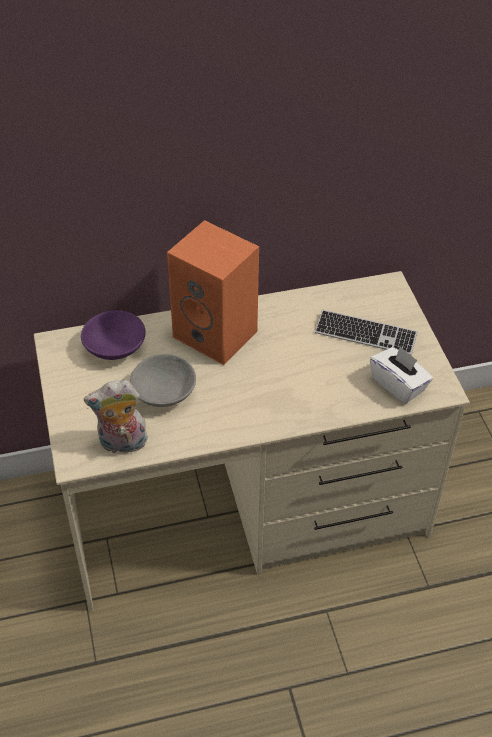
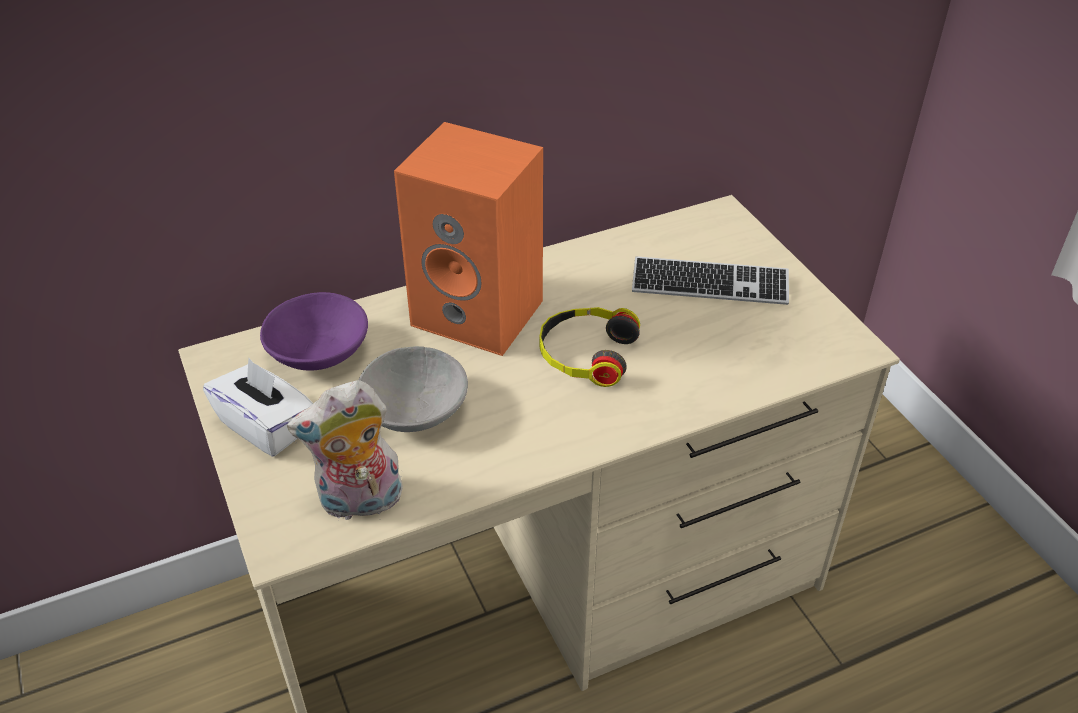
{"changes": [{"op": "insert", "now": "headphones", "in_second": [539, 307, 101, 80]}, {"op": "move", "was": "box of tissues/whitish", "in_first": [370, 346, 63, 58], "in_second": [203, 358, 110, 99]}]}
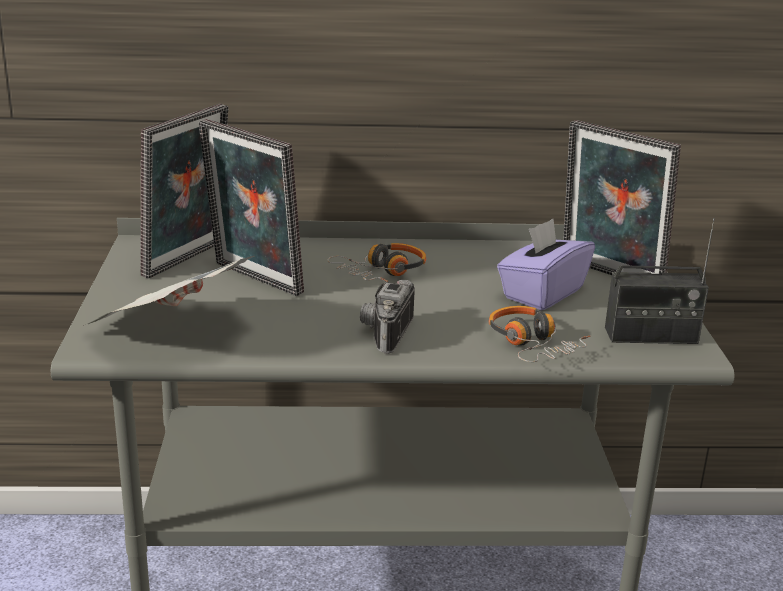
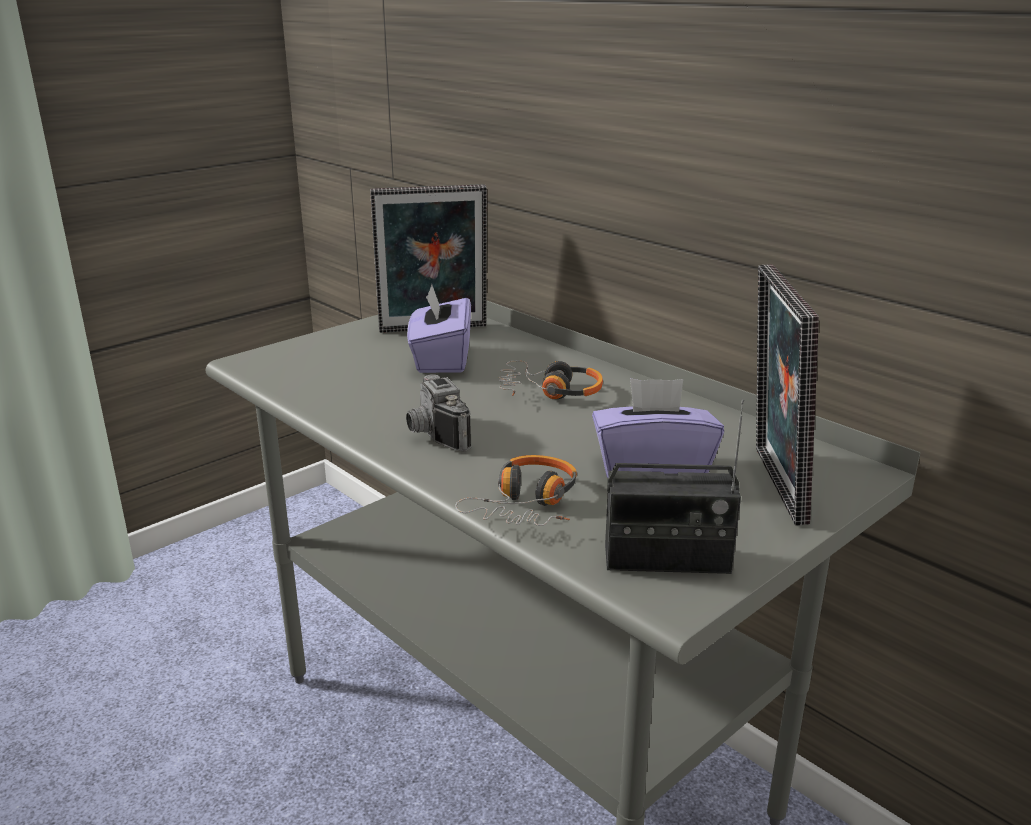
{"changes": [{"op": "delete", "was": "newspaper", "in_first": [83, 256, 172, 70]}, {"op": "replace", "was": "standing frame", "now": "box of tissues/purple", "in_first": [198, 119, 106, 177], "in_second": [407, 284, 64, 89]}, {"op": "rotate", "was": "still camera", "in_first": [360, 280, 55, 74], "in_second": [406, 374, 66, 78], "clockwise": -90}, {"op": "rotate", "was": "radio", "in_first": [605, 218, 110, 126], "in_second": [605, 399, 139, 175], "clockwise": -45}]}
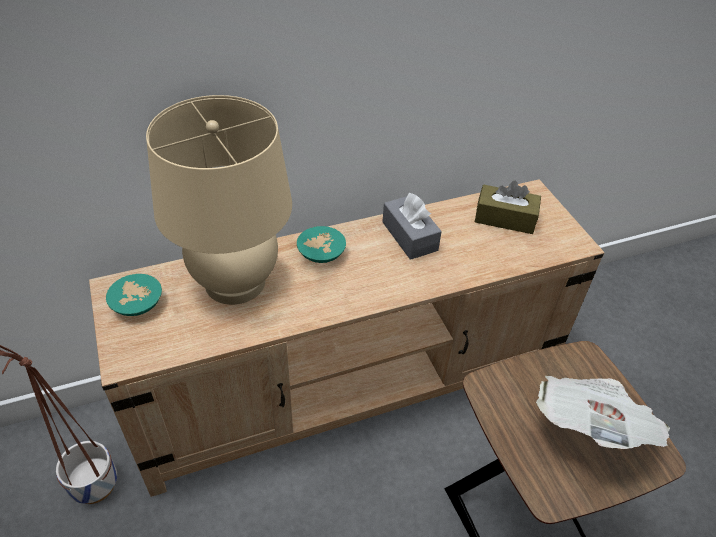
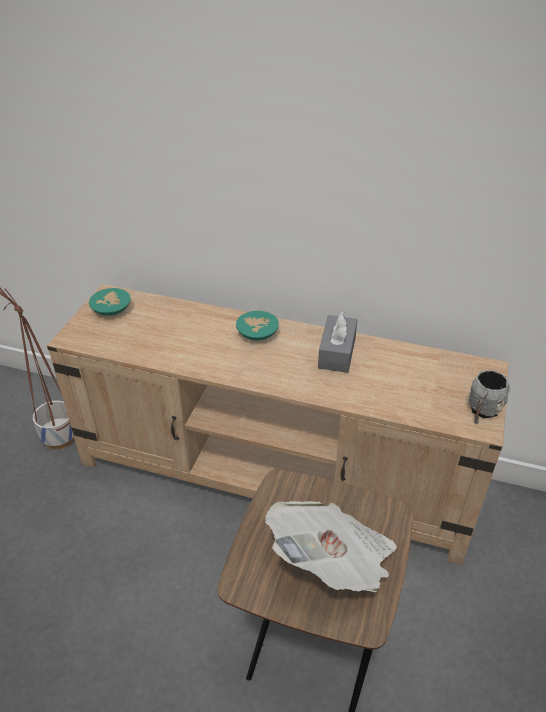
{"changes": [{"op": "delete", "was": "tabletop lamp/beige", "in_first": [146, 95, 146, 210]}, {"op": "delete", "was": "box of tissues/brownish", "in_first": [475, 181, 66, 53]}, {"op": "insert", "now": "mug/gray", "in_second": [468, 370, 42, 54]}]}
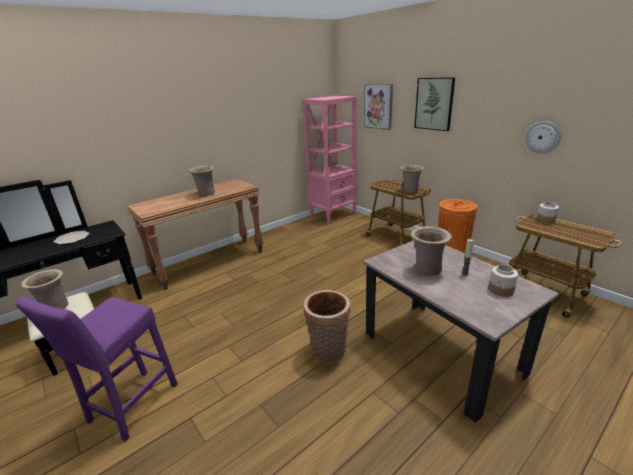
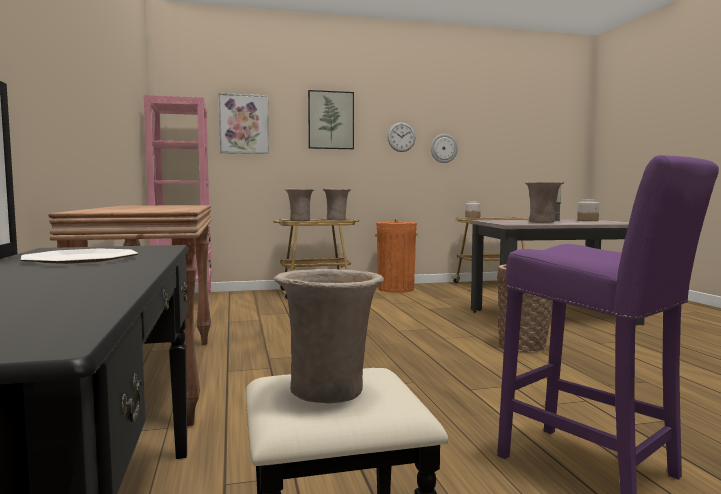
{"changes": [{"op": "insert", "now": "wall clock", "in_second": [387, 122, 29, 30]}, {"op": "move", "was": "flower vase/beige", "in_first": [189, 166, 26, 30], "in_second": [285, 188, 30, 33]}]}
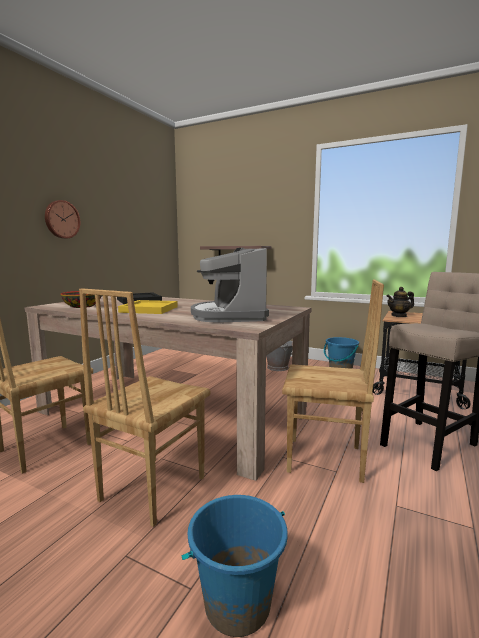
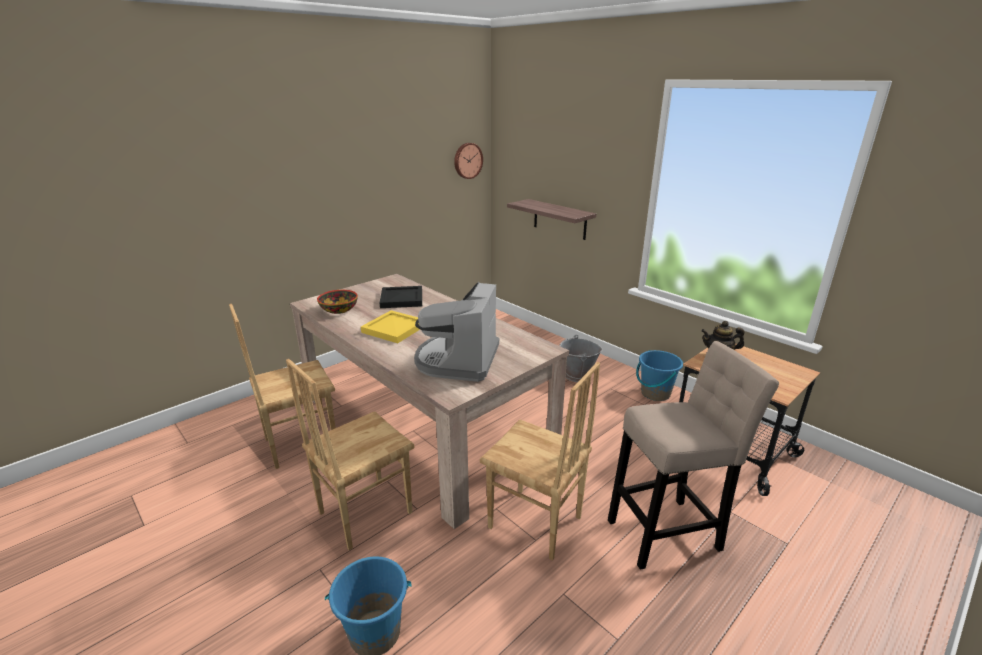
{"changes": [{"op": "move", "was": "wall clock", "in_first": [45, 200, 35, 39], "in_second": [454, 143, 29, 36]}]}
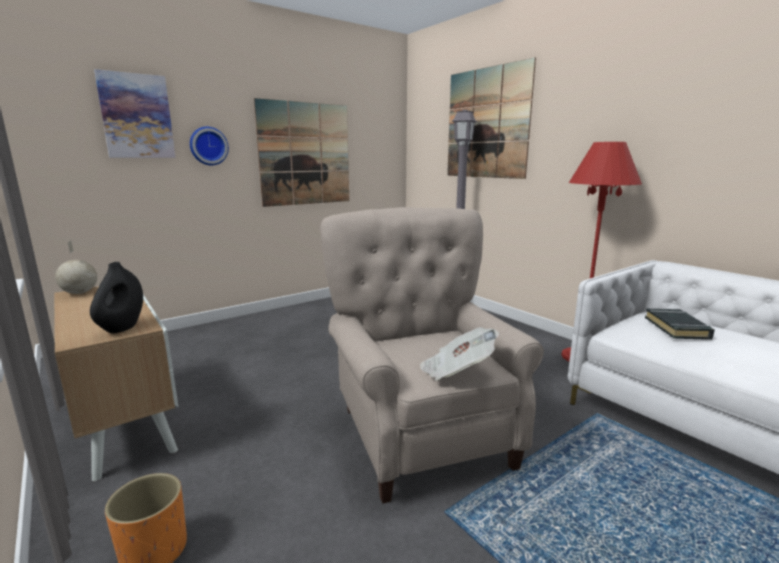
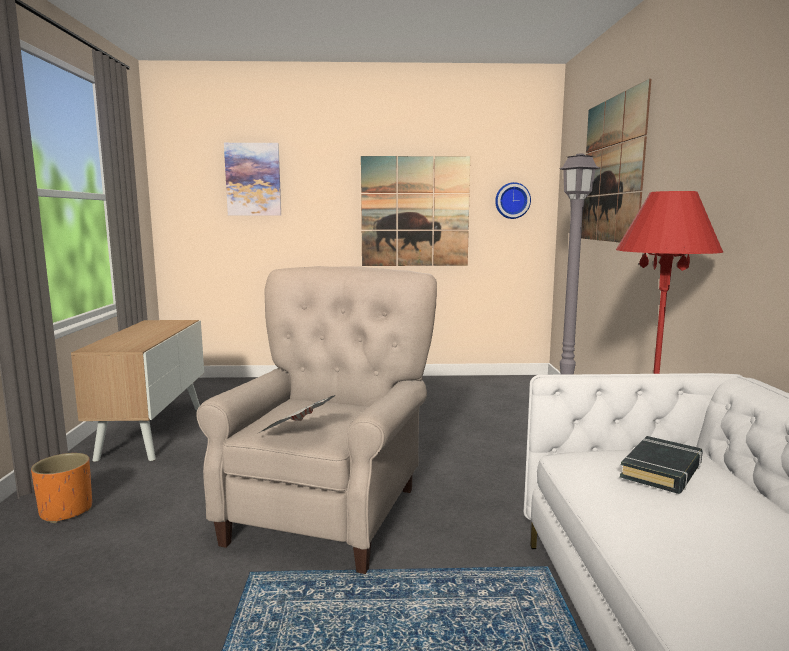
{"changes": [{"op": "delete", "was": "desk globe", "in_first": [55, 241, 42, 53]}, {"op": "delete", "was": "flower vase/black-coloured", "in_first": [90, 262, 53, 71]}, {"op": "move", "was": "wall clock", "in_first": [190, 127, 39, 38], "in_second": [495, 182, 36, 37]}]}
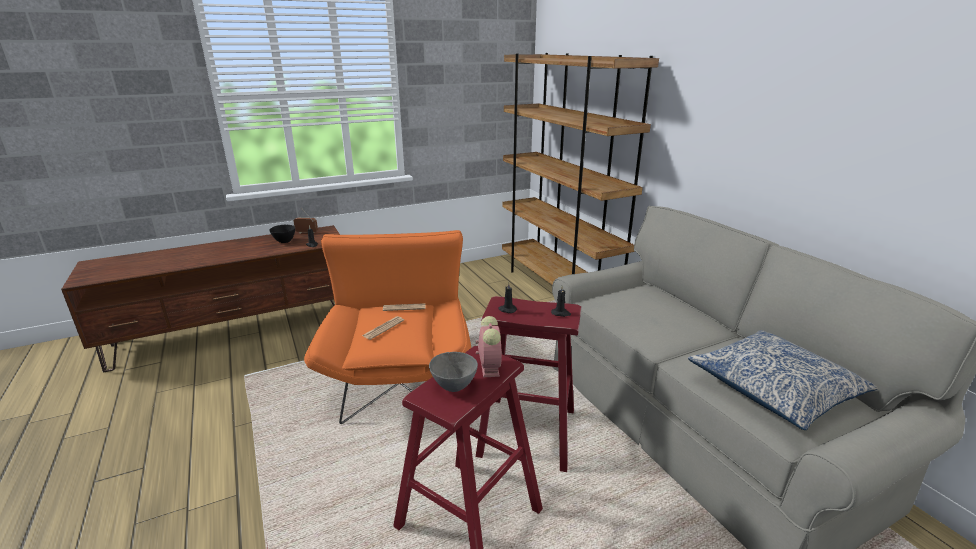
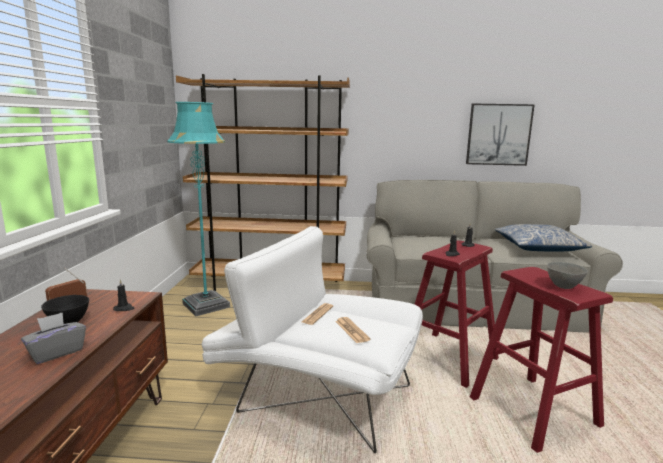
{"changes": [{"op": "delete", "was": "bedside clock", "in_first": [476, 316, 26, 62]}, {"op": "insert", "now": "box of tissues/gray", "in_second": [21, 312, 65, 52]}, {"op": "insert", "now": "standard lamp/turquoise", "in_second": [167, 102, 63, 214]}, {"op": "insert", "now": "picture", "in_second": [466, 104, 69, 62]}, {"op": "recolor", "was": "armchair/orangey", "now": "armchair/whitish", "in_first": [304, 230, 167, 194], "in_second": [201, 226, 222, 227]}]}
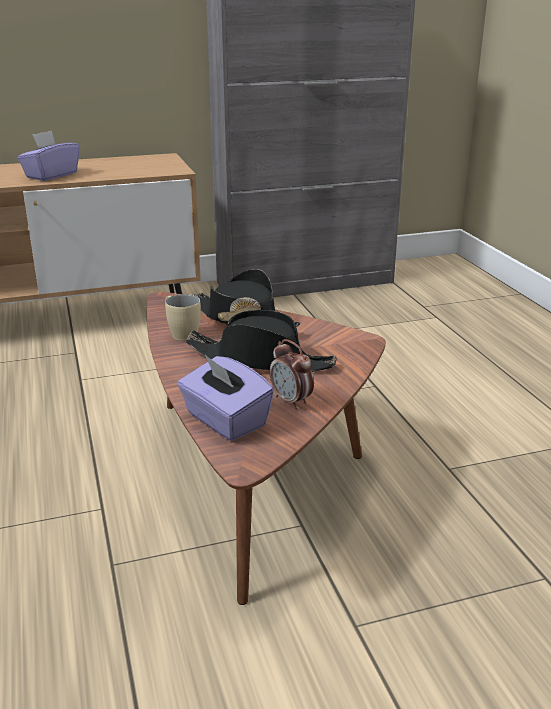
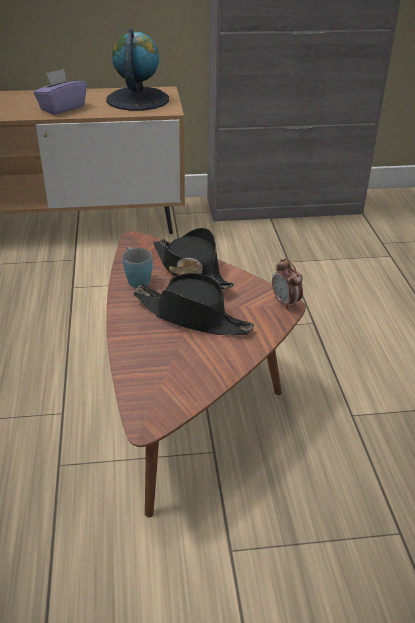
{"changes": [{"op": "delete", "was": "box of tissues/purple", "in_first": [177, 355, 97, 86]}, {"op": "insert", "now": "desk globe", "in_second": [106, 28, 63, 83]}, {"op": "move", "was": "bedside clock", "in_first": [270, 339, 44, 70], "in_second": [272, 259, 31, 51]}, {"op": "recolor", "was": "mug/beige", "now": "mug/blue-coloured", "in_first": [165, 294, 36, 47], "in_second": [123, 247, 30, 41]}]}
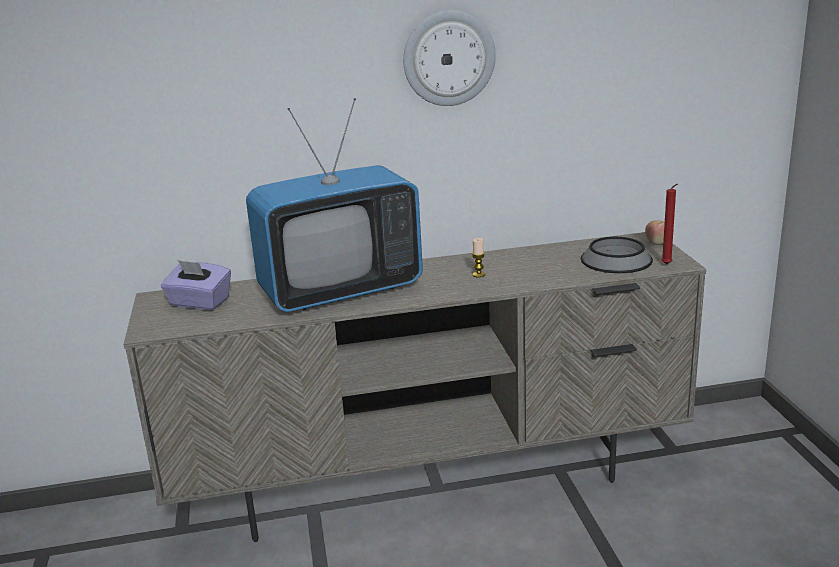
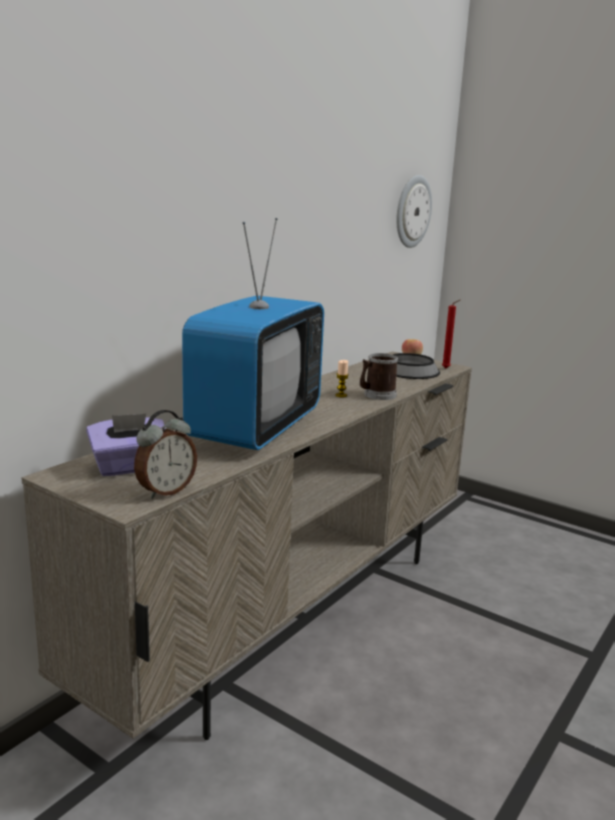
{"changes": [{"op": "insert", "now": "bedside clock", "in_second": [134, 410, 63, 89]}, {"op": "insert", "now": "mug", "in_second": [360, 353, 38, 47]}, {"op": "move", "was": "wall clock", "in_first": [403, 10, 93, 96], "in_second": [396, 175, 36, 73]}]}
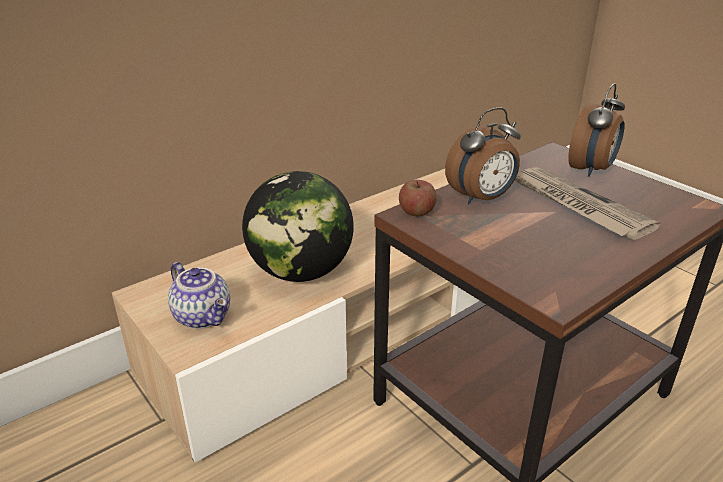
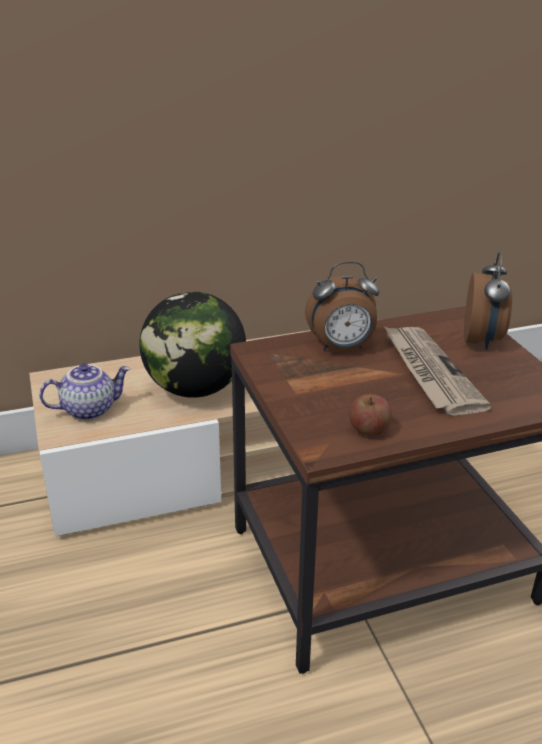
{"changes": [{"op": "move", "was": "apple", "in_first": [399, 180, 38, 36], "in_second": [349, 394, 43, 42]}, {"op": "rotate", "was": "tea pot", "in_first": [168, 262, 62, 67], "in_second": [39, 364, 92, 56], "clockwise": -90}, {"op": "rotate", "was": "bedside clock", "in_first": [568, 83, 57, 94], "in_second": [464, 252, 48, 98], "clockwise": -45}]}
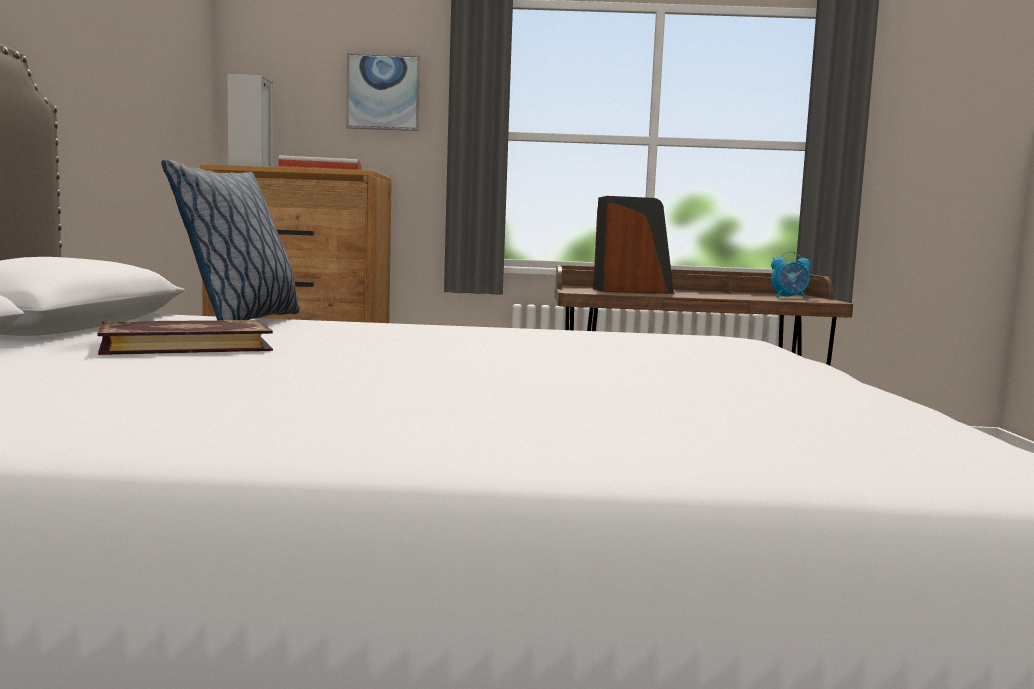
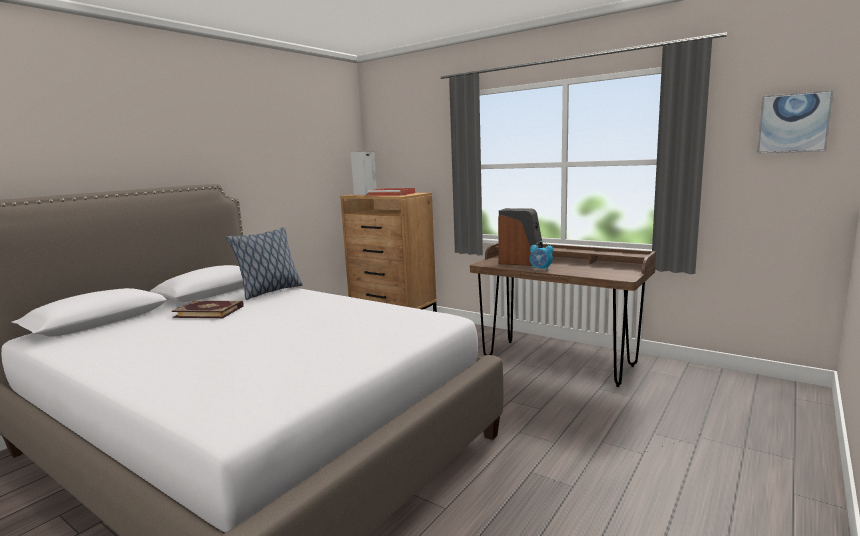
{"changes": [{"op": "move", "was": "picture", "in_first": [346, 53, 74, 78], "in_second": [757, 90, 77, 64]}, {"op": "move", "was": "bedside clock", "in_first": [771, 251, 40, 48], "in_second": [530, 241, 24, 30]}]}
